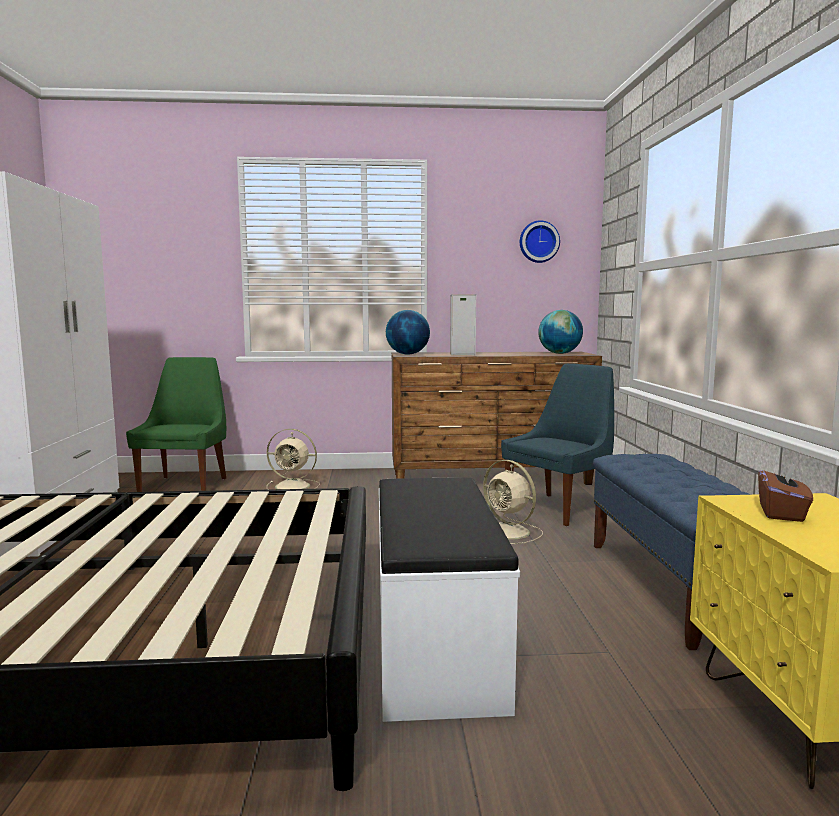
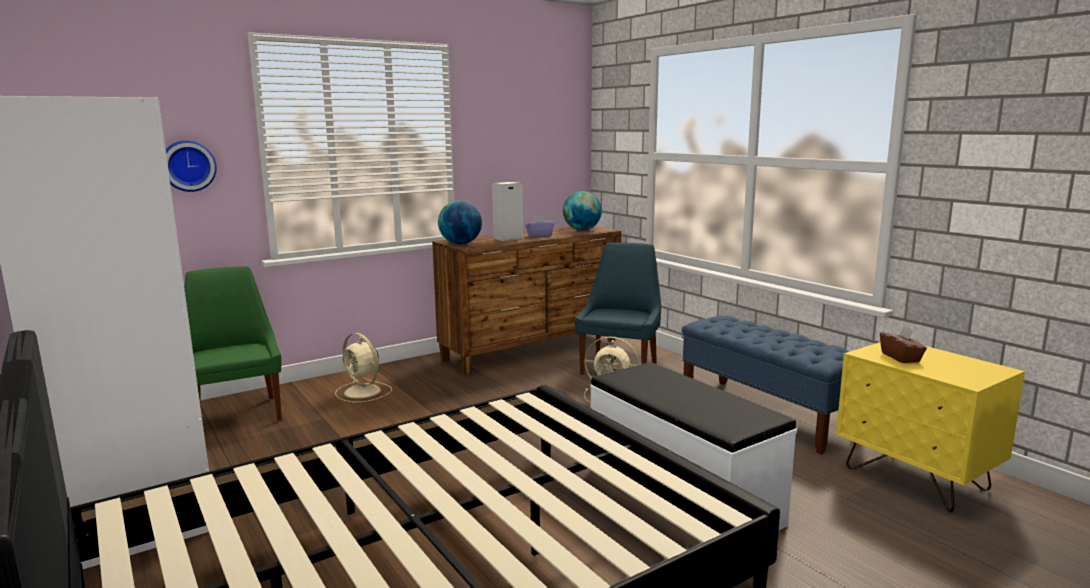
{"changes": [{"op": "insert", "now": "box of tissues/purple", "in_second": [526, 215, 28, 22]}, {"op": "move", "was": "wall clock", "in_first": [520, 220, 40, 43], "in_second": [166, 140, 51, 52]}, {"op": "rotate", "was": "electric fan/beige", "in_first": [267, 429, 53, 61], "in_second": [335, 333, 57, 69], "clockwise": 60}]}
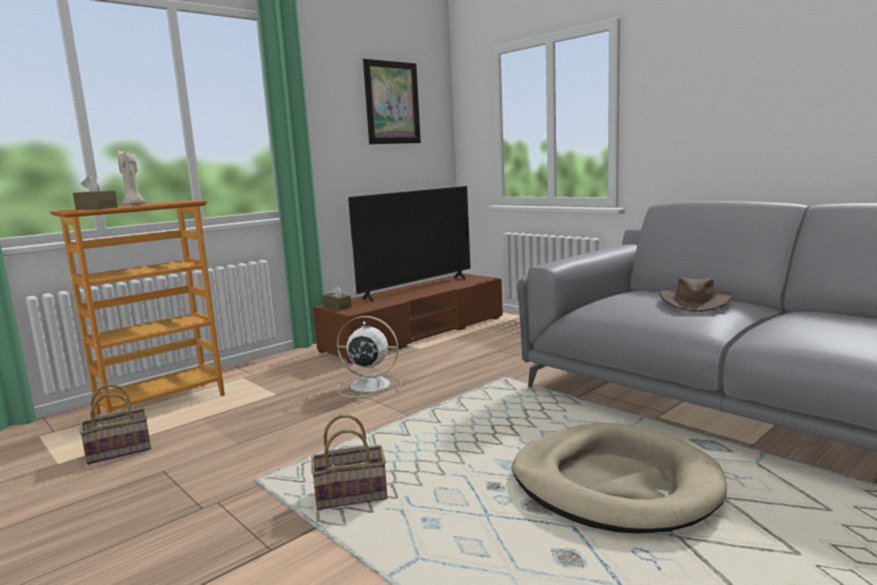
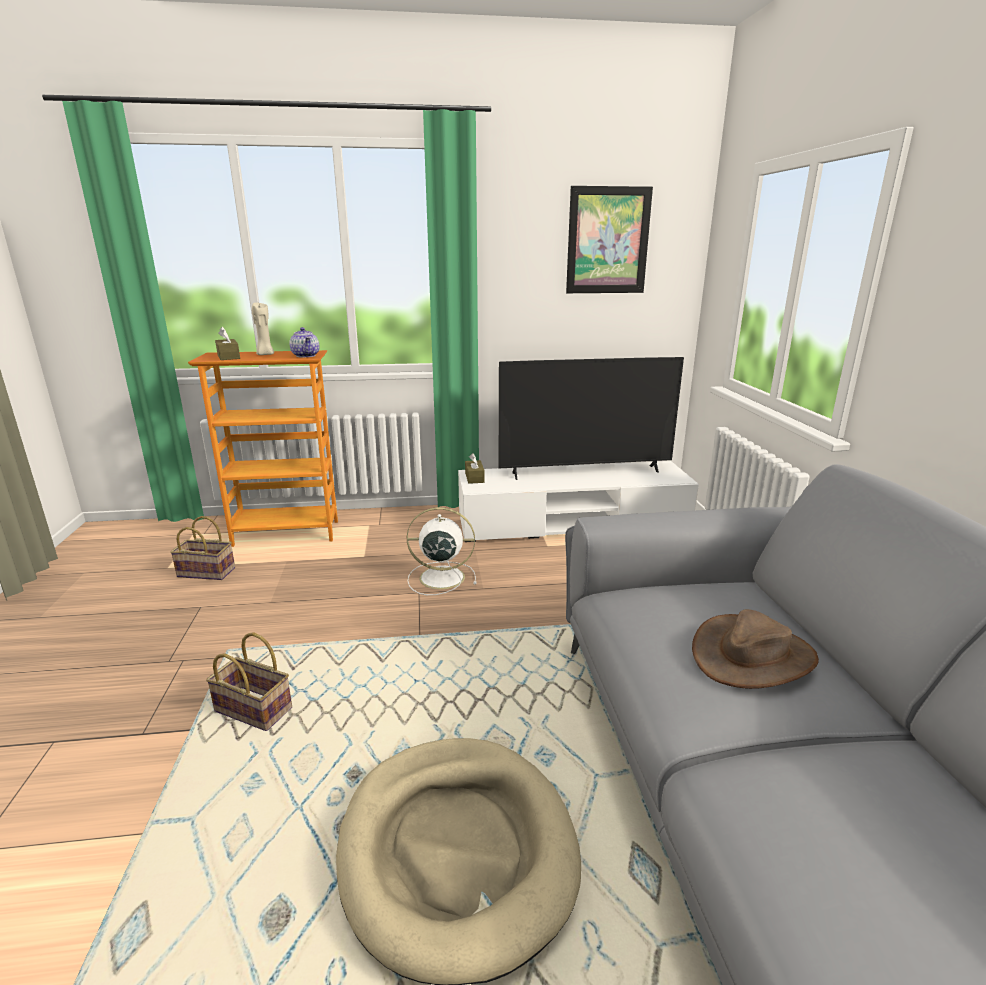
{"changes": [{"op": "insert", "now": "tea pot", "in_second": [289, 327, 30, 31]}, {"op": "recolor", "was": "tv stand/brownish", "now": "tv stand/whitish", "in_first": [313, 273, 190, 90], "in_second": [458, 461, 241, 81]}, {"op": "rotate", "was": "electric fan/whitish", "in_first": [337, 316, 64, 81], "in_second": [407, 507, 70, 88], "clockwise": -45}]}
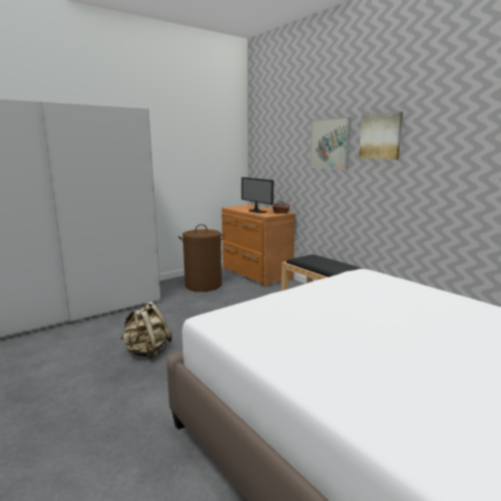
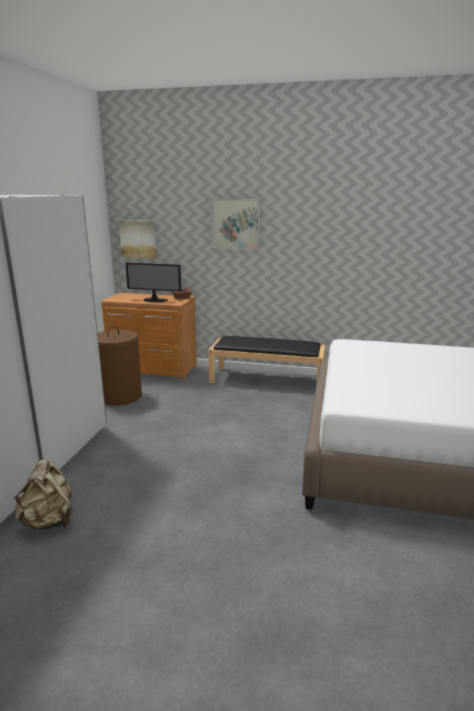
{"changes": [{"op": "move", "was": "backpack/beige", "in_first": [121, 302, 51, 58], "in_second": [14, 460, 59, 70]}, {"op": "move", "was": "picture", "in_first": [359, 111, 44, 49], "in_second": [119, 220, 38, 38]}]}
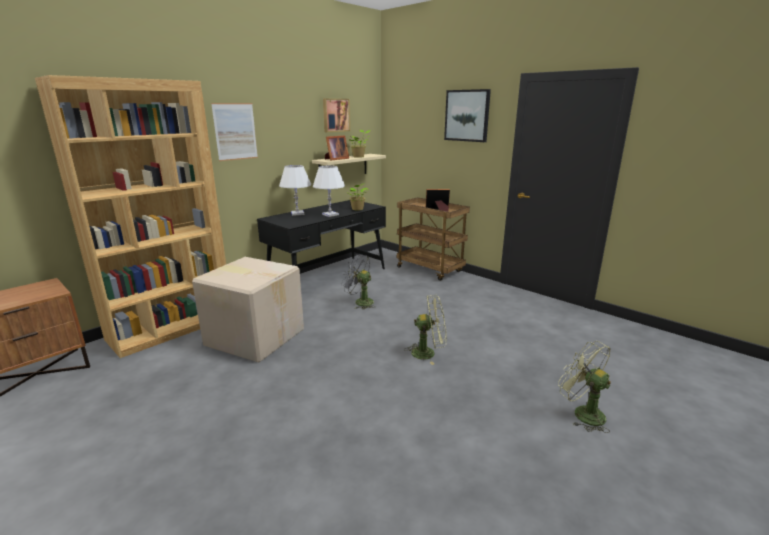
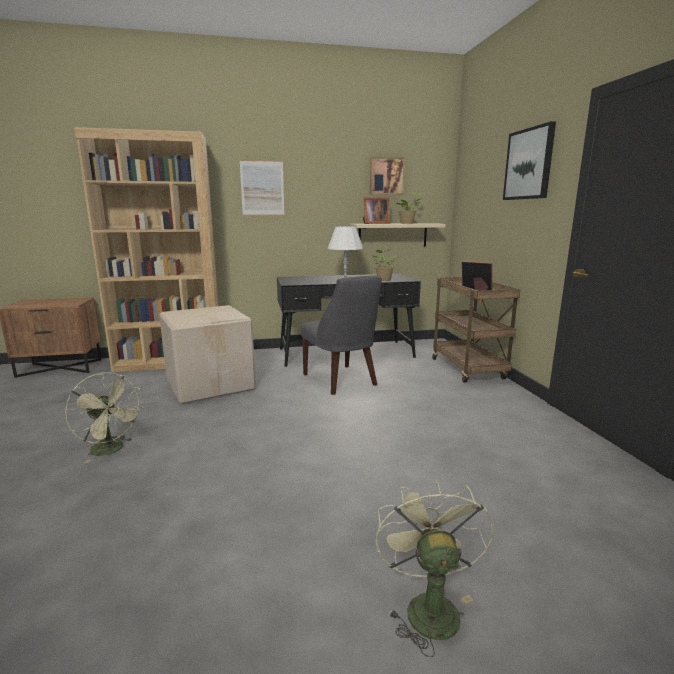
{"changes": [{"op": "delete", "was": "tabletop lamp/whitish", "in_first": [279, 165, 32, 51]}, {"op": "move", "was": "electric fan/green-coloured", "in_first": [404, 295, 43, 70], "in_second": [65, 372, 79, 92]}, {"op": "replace", "was": "electric fan/gray", "now": "upright chair/gray", "in_first": [341, 254, 35, 56], "in_second": [301, 275, 80, 120]}]}
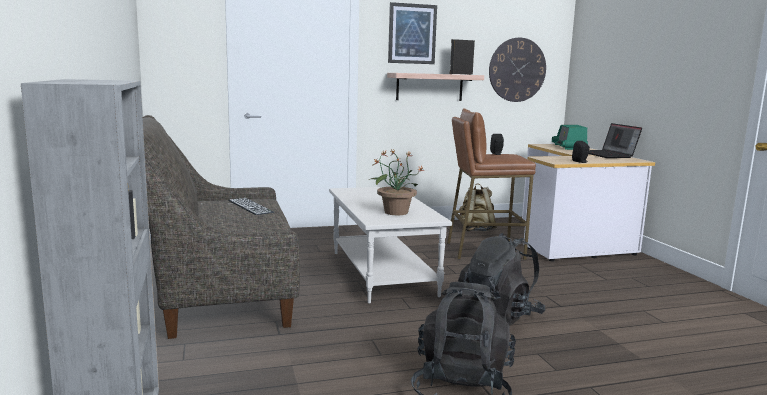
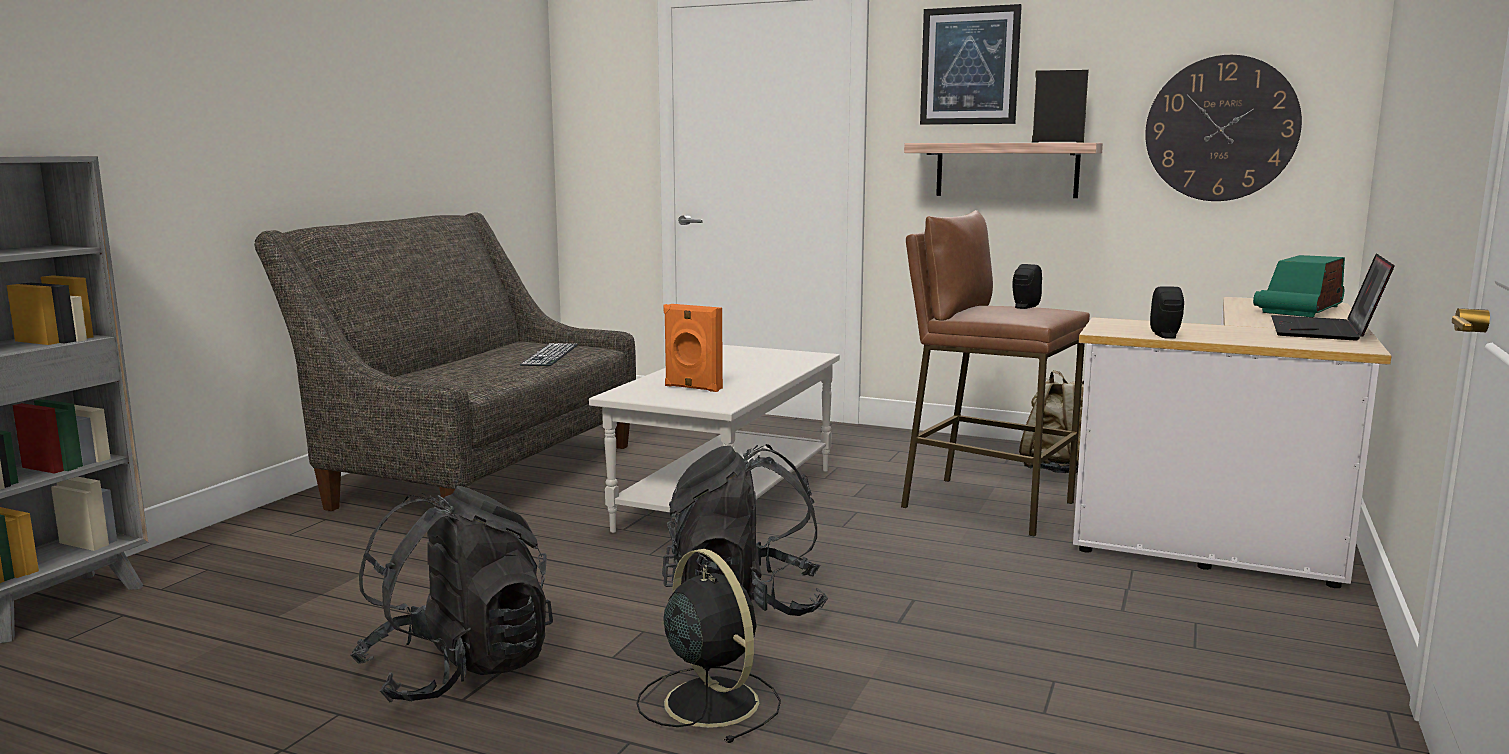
{"changes": [{"op": "insert", "now": "electric fan/black-coloured", "in_second": [637, 549, 144, 194]}, {"op": "replace", "was": "potted plant", "now": "audio speaker/orangey", "in_first": [369, 149, 55, 66], "in_second": [664, 304, 59, 88]}]}
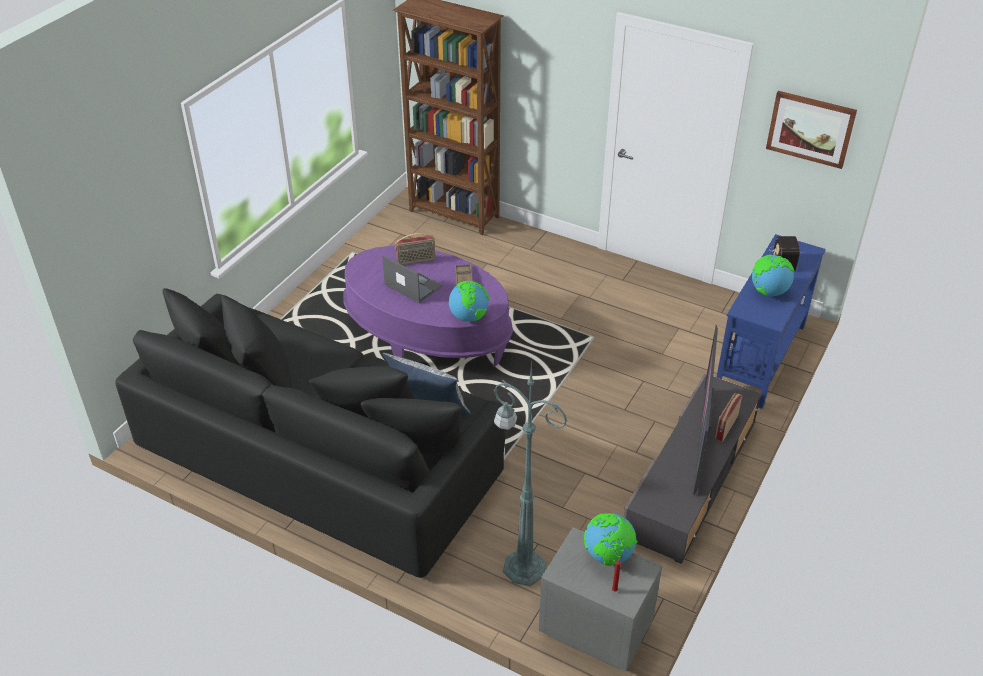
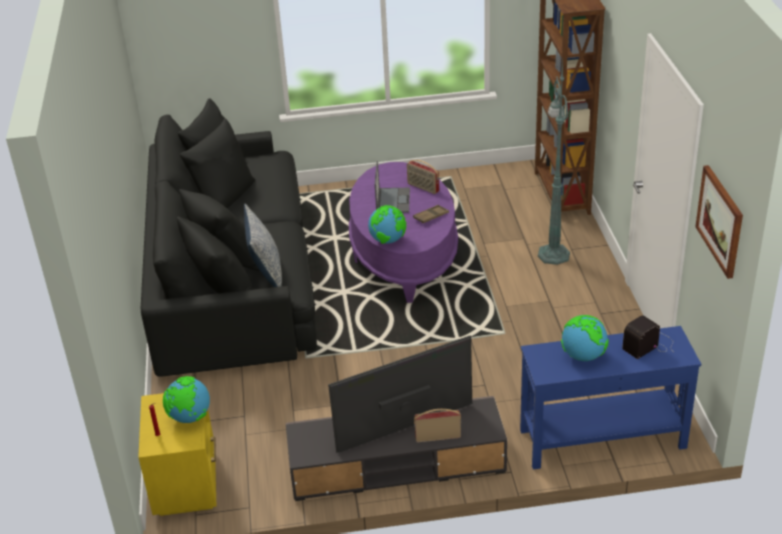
{"changes": [{"op": "move", "was": "standard lamp/green-coloured", "in_first": [494, 359, 73, 227], "in_second": [538, 61, 32, 204]}, {"op": "recolor", "was": "night table/gray", "now": "night table/yellow", "in_first": [539, 527, 123, 145], "in_second": [138, 393, 78, 123]}]}
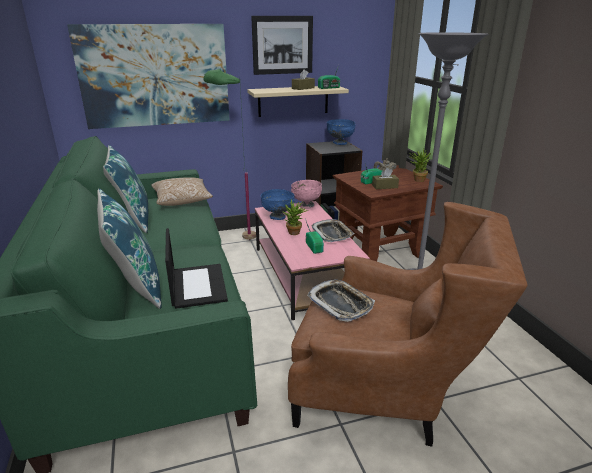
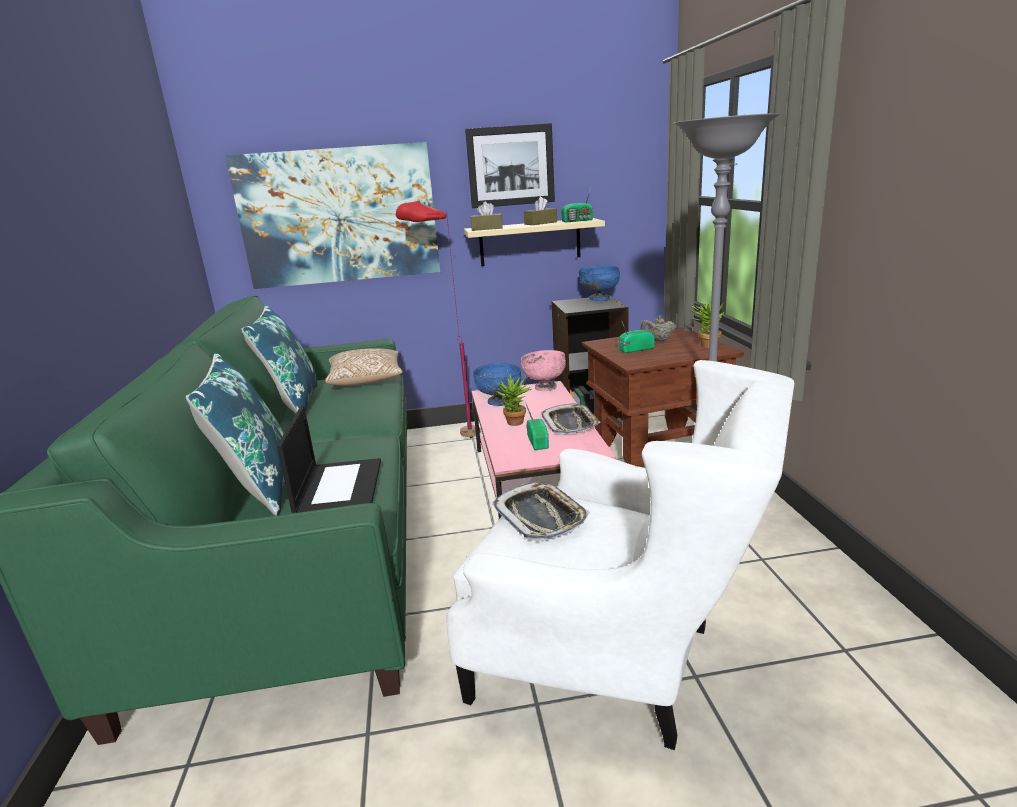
{"changes": [{"op": "move", "was": "box of tissues/brownish", "in_first": [372, 168, 27, 21], "in_second": [471, 202, 31, 29]}, {"op": "recolor", "was": "standard lamp/green-coloured", "now": "standard lamp/reddish", "in_first": [203, 69, 53, 171], "in_second": [396, 201, 85, 237]}, {"op": "recolor", "was": "armchair/brownish", "now": "armchair/whitish", "in_first": [288, 202, 240, 245], "in_second": [446, 360, 348, 390]}]}
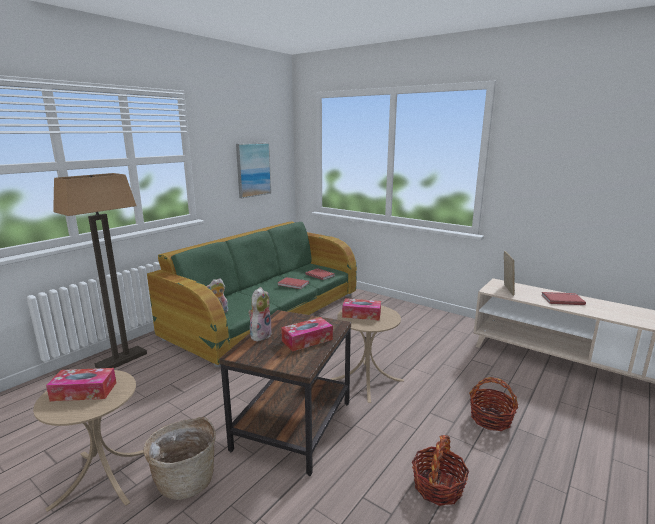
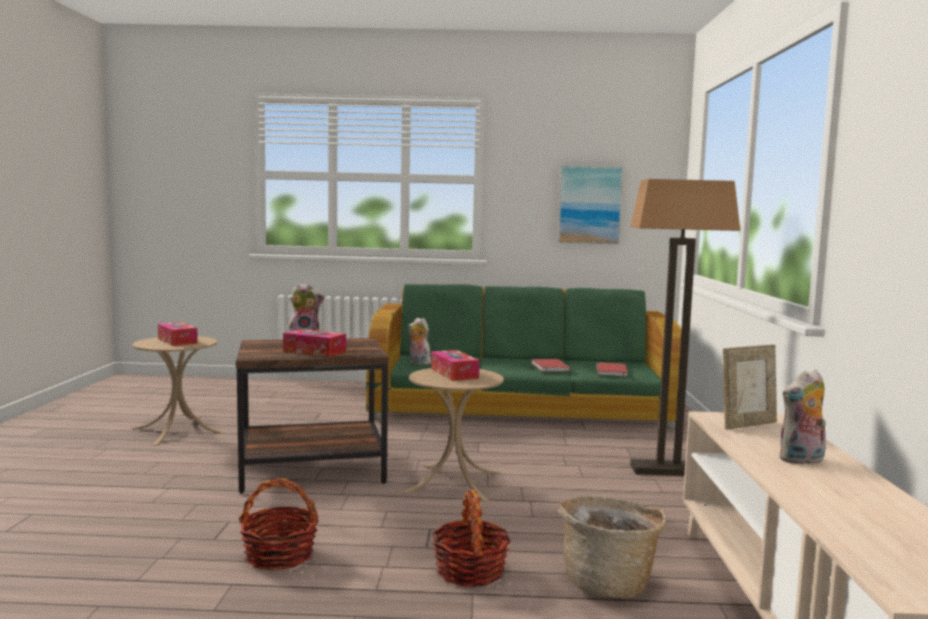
{"changes": [{"op": "move", "was": "standard lamp", "in_first": [53, 173, 94, 195], "in_second": [630, 179, 111, 297]}, {"op": "move", "was": "basket", "in_first": [143, 417, 73, 83], "in_second": [558, 496, 108, 103]}, {"op": "replace", "was": "volume/reddish", "now": "soft toy", "in_first": [542, 292, 44, 13], "in_second": [779, 369, 47, 96]}]}
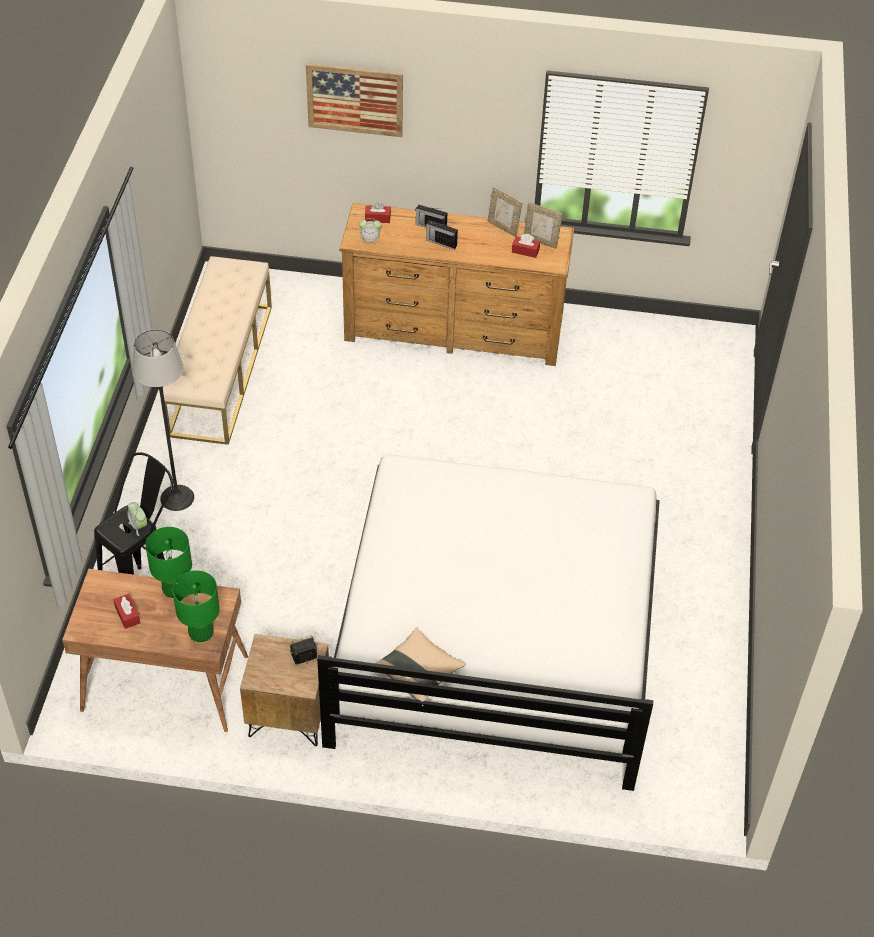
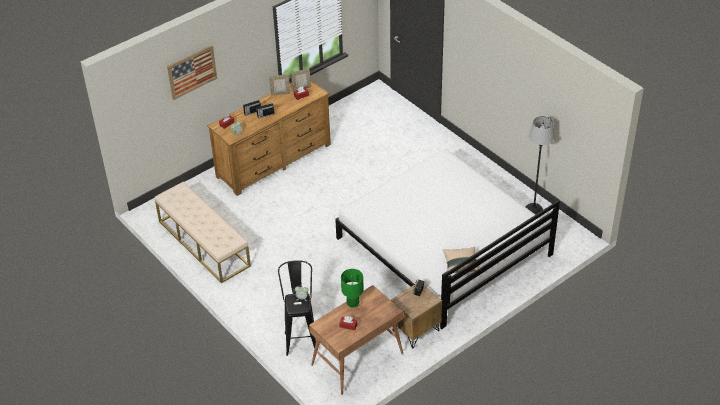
{"changes": [{"op": "delete", "was": "tabletop lamp/green-coloured", "in_first": [172, 570, 48, 75]}, {"op": "move", "was": "standard lamp", "in_first": [132, 329, 62, 182], "in_second": [526, 116, 29, 99]}]}
